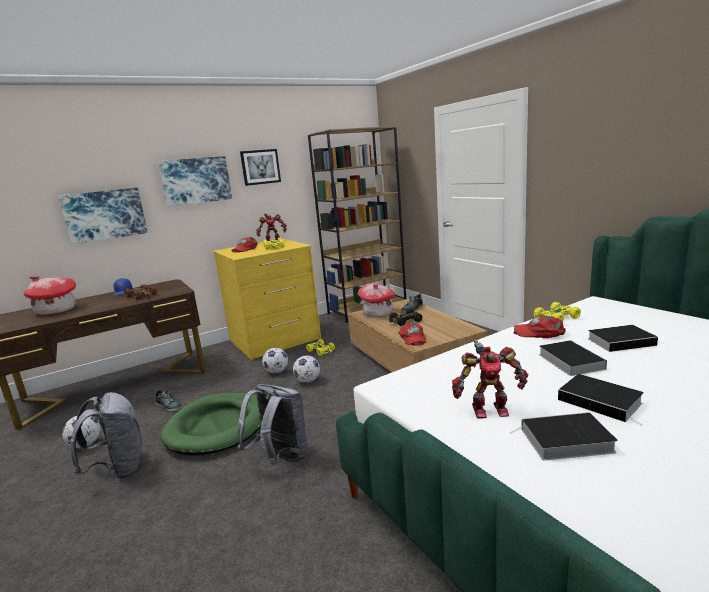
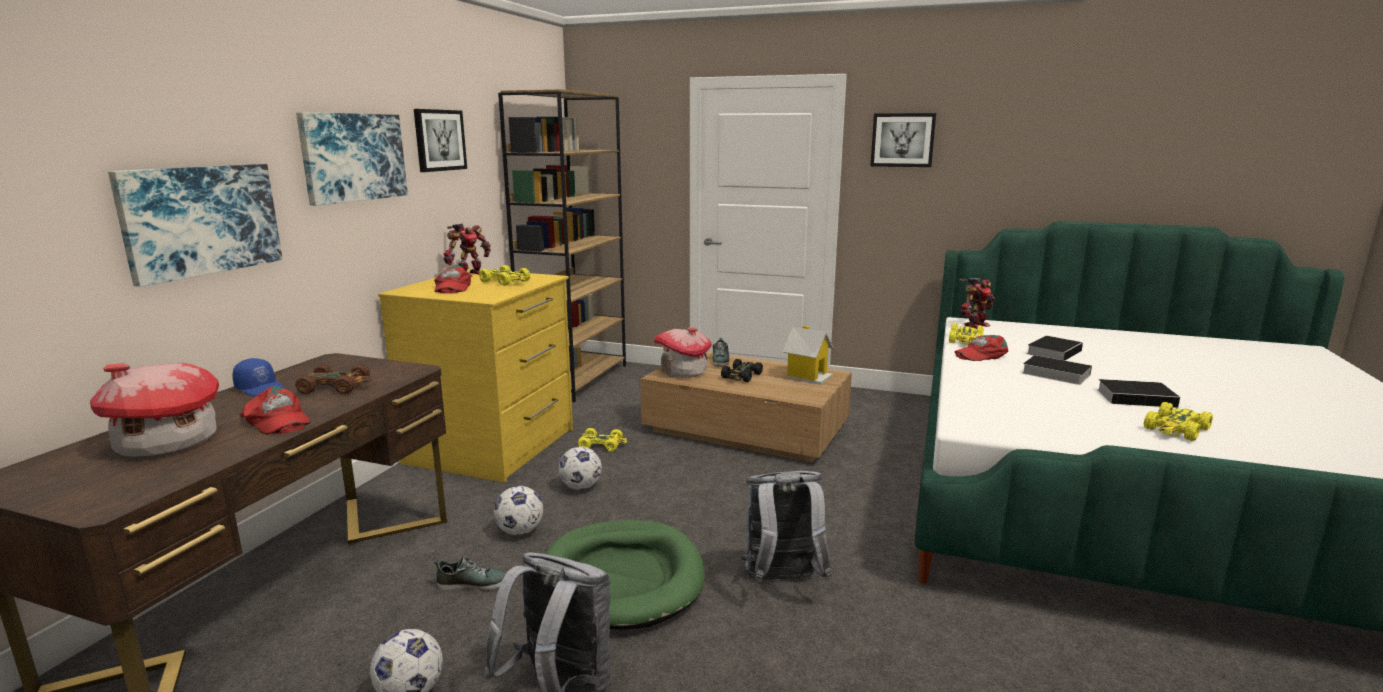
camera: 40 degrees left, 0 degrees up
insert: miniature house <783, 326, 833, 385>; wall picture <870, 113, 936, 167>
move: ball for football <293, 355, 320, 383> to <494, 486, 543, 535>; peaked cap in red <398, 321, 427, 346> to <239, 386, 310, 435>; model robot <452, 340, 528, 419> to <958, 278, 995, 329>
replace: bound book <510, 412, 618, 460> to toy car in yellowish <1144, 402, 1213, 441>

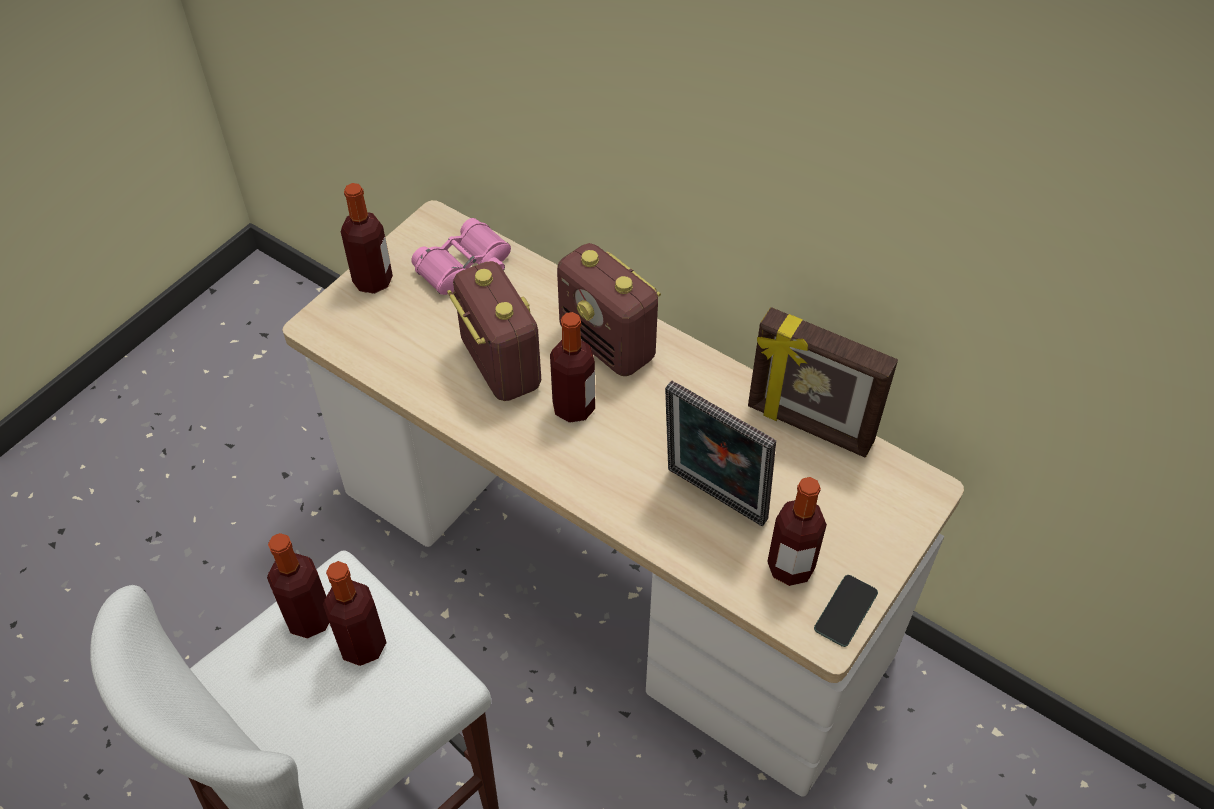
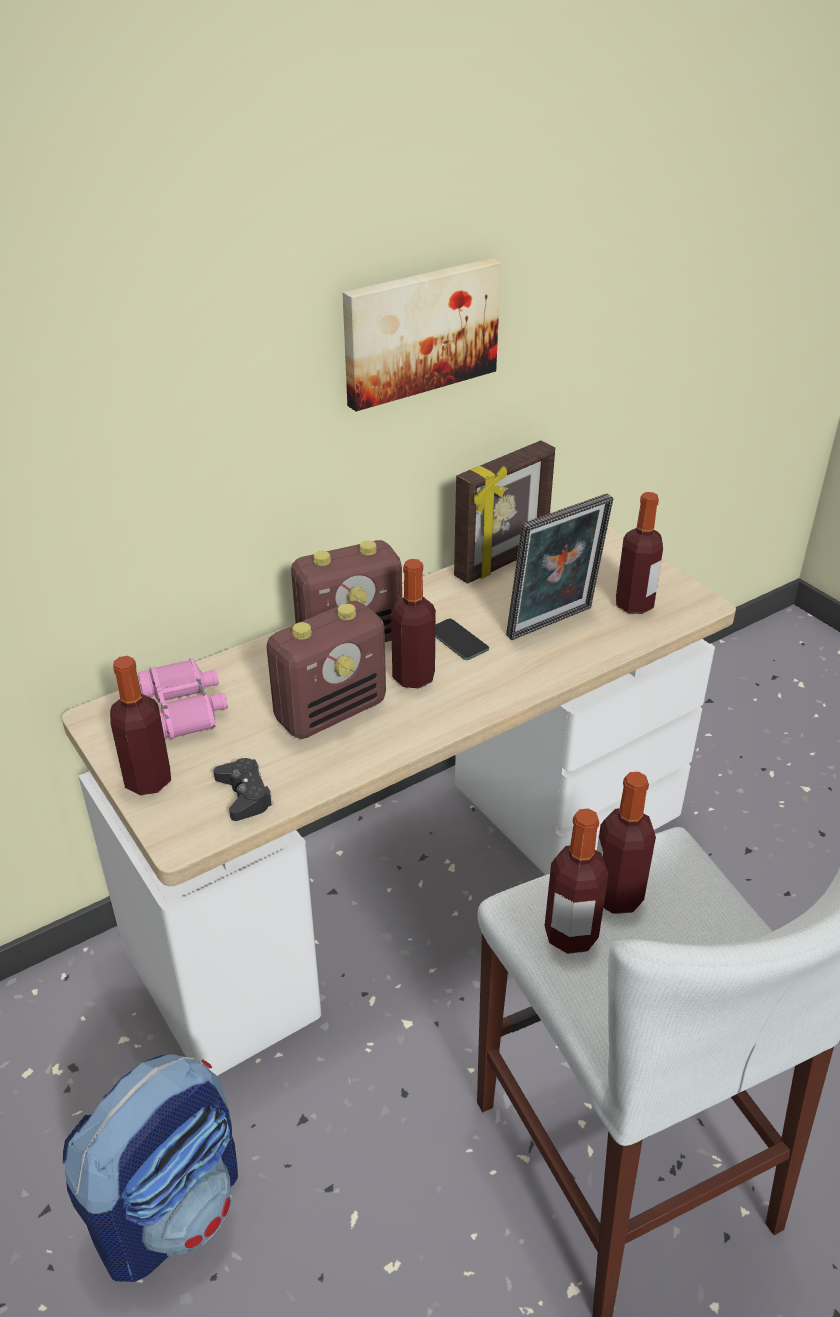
camera: 70 degrees left, 15 degrees down
insert: rucksack <63, 1054, 238, 1282>; game controller in black-coloured <213, 758, 274, 821>; wall picture <343, 258, 501, 411>
move: telephone <814, 575, 878, 647> to <436, 619, 489, 660>
rotate: radio set <447, 261, 541, 401> = <266, 601, 386, 739> 150 degrees clockwise

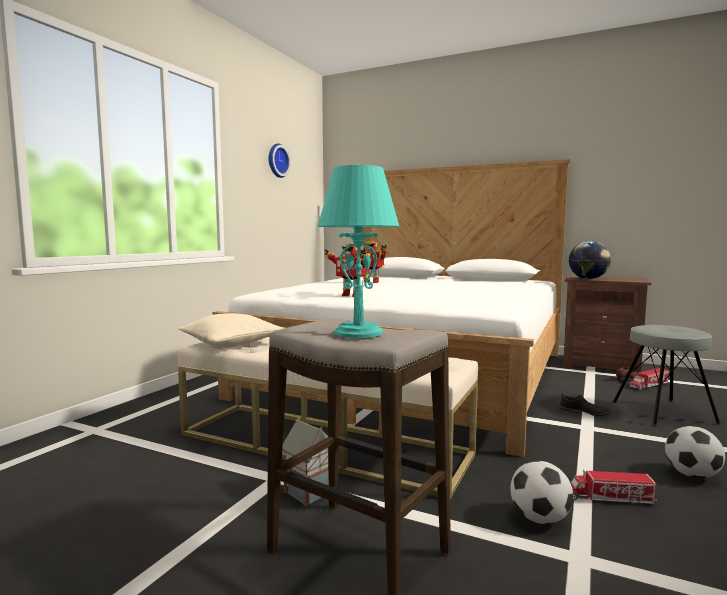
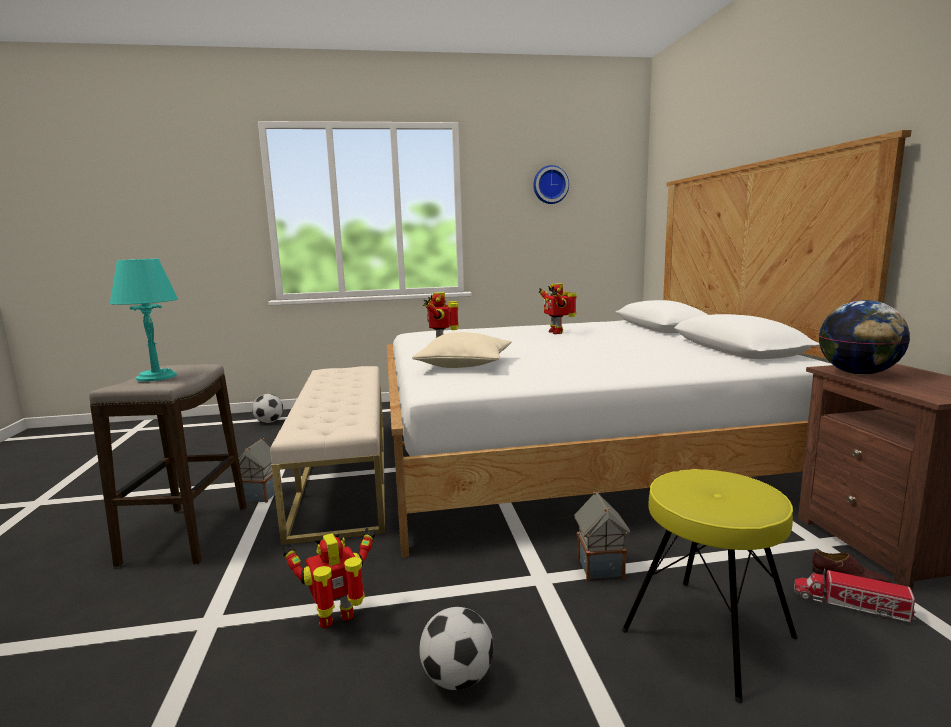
camera: 55 degrees right, 5 degrees up
move: throw pillow in beige <178, 313, 284, 347> to <412, 332, 512, 368>; ball for football <511, 461, 573, 524> to <252, 394, 283, 423>
replace: item of footwear in black-coloured <559, 393, 611, 416> to miniature house <574, 491, 630, 581>; toy lorry <570, 470, 657, 504> to model robot <283, 528, 375, 628>
recolor: stool in gray <613, 325, 721, 427> to stool in yellowish <622, 469, 798, 703>

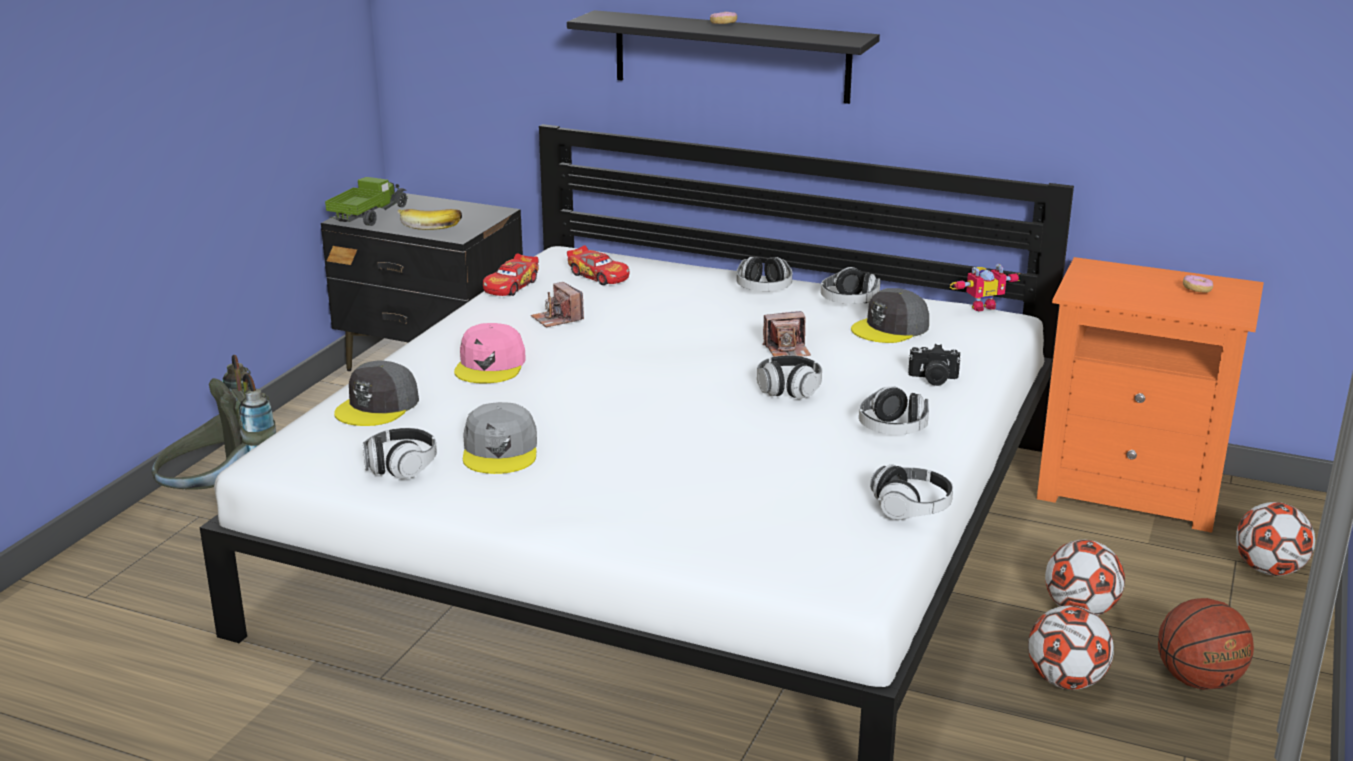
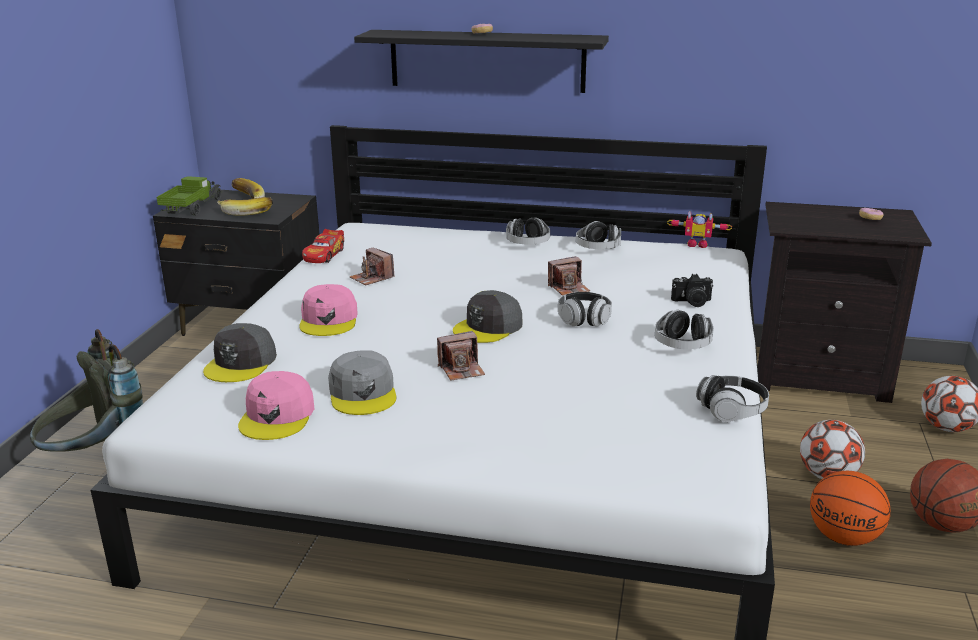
camera: 10 degrees left, 0 degrees up
delete: toy car <567, 245, 629, 285>
insert: whole banana <232, 178, 265, 199>; still camera <437, 331, 485, 381>
move: peaked cap in gray <851, 288, 929, 343> to <453, 290, 523, 343>
replace: headset <363, 428, 437, 479> to peaked cap in pink-coloured <238, 371, 314, 440>; ball for football <1028, 605, 1114, 690> to basketball ball <810, 471, 891, 546>
recolor: night table in orangey <1037, 257, 1264, 533> to night table in black-coloured <758, 202, 932, 403>
rotate: model robot <950, 264, 1020, 311> = <667, 211, 732, 248> 45 degrees clockwise

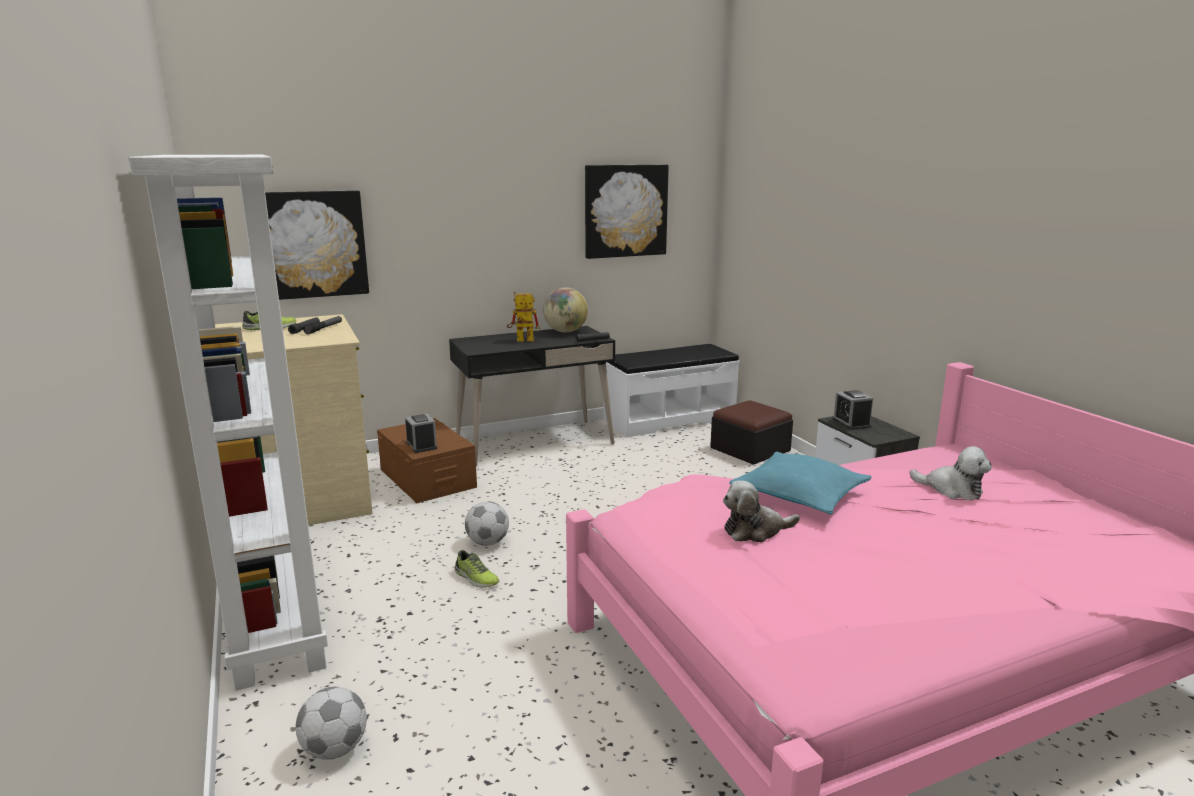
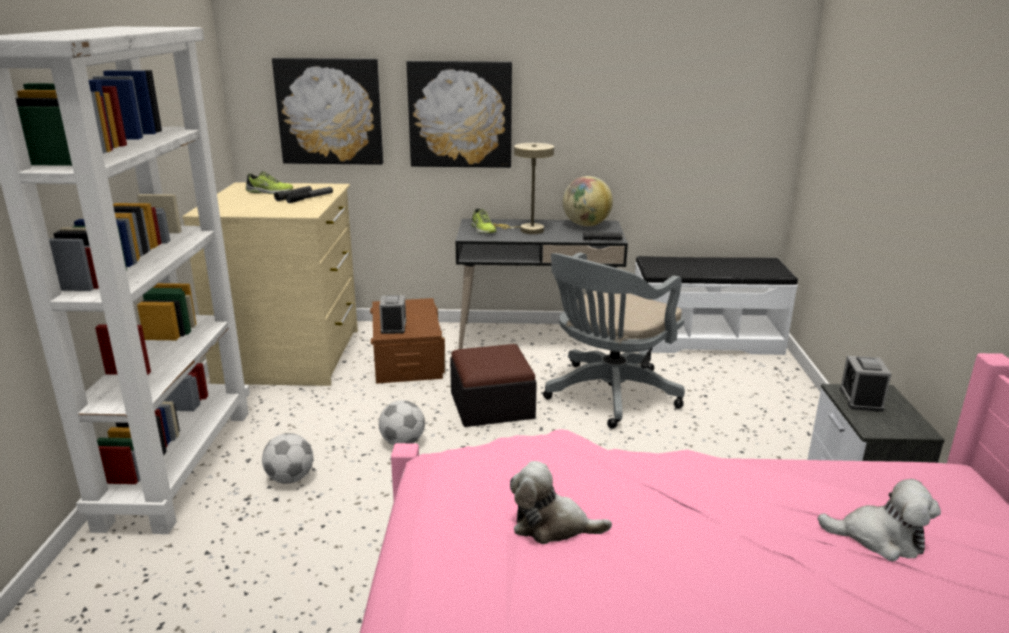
camera: 25 degrees right, 5 degrees up
delete: throw pillow in blue-green <729, 452, 872, 514>
insert: desk chair in gray <543, 252, 685, 429>
move: ball for football <296, 686, 367, 760> to <262, 433, 313, 484>; item of footwear <455, 550, 499, 588> to <471, 208, 497, 233>; wall picture <585, 165, 669, 259> to <407, 61, 512, 168>; footrest <710, 400, 793, 465> to <450, 344, 537, 427>
replace: model robot <507, 291, 540, 342> to table lamp in beige <493, 143, 554, 234>
rotate: cuddly toy <910, 446, 992, 500> = <818, 479, 941, 562> 45 degrees counterclockwise

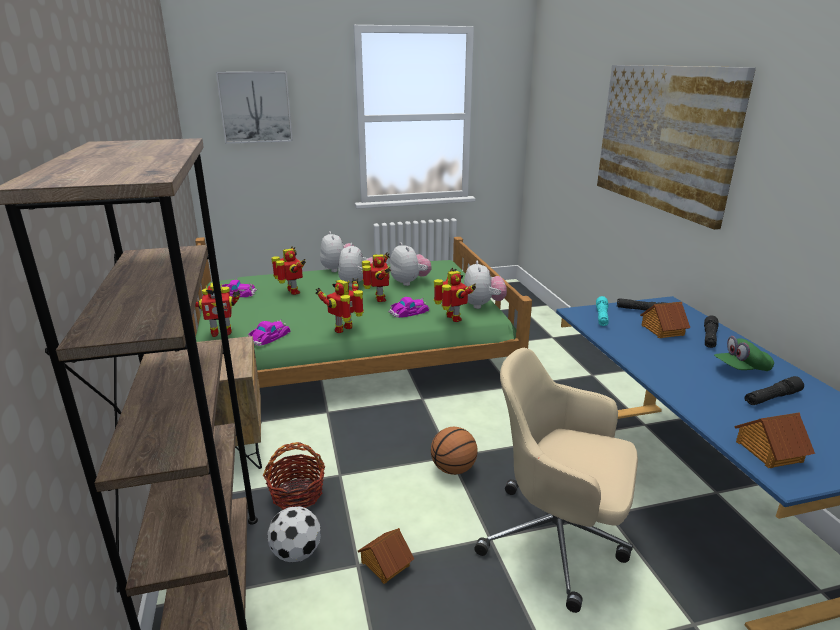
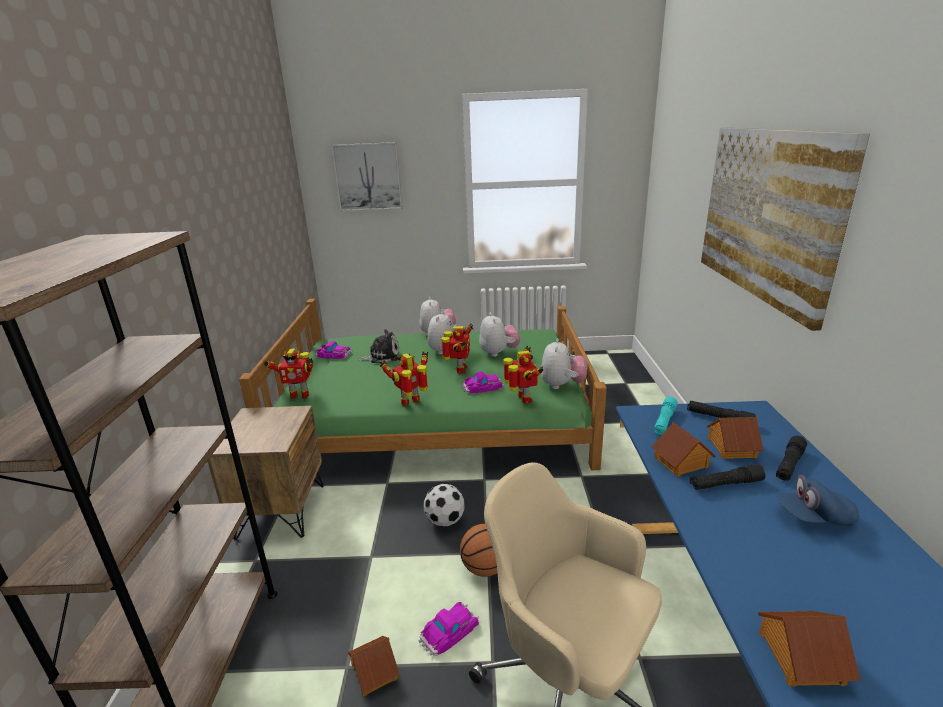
camera: 15 degrees right, 0 degrees up
delete: household basket <263, 442, 325, 510>
insert: miniature house <651, 422, 716, 477>
move: toy car <248, 319, 290, 346> to <419, 602, 479, 656>; ball for football <267, 506, 321, 562> to <423, 484, 464, 526>; hand torch in black-coloured <744, 376, 804, 405> to <690, 464, 766, 490>
replace: model robot <272, 246, 306, 295> to cuddly toy <358, 329, 399, 363>
recolor: peaked cap in greenish <714, 336, 774, 371> to peaked cap in blue <777, 475, 859, 526>

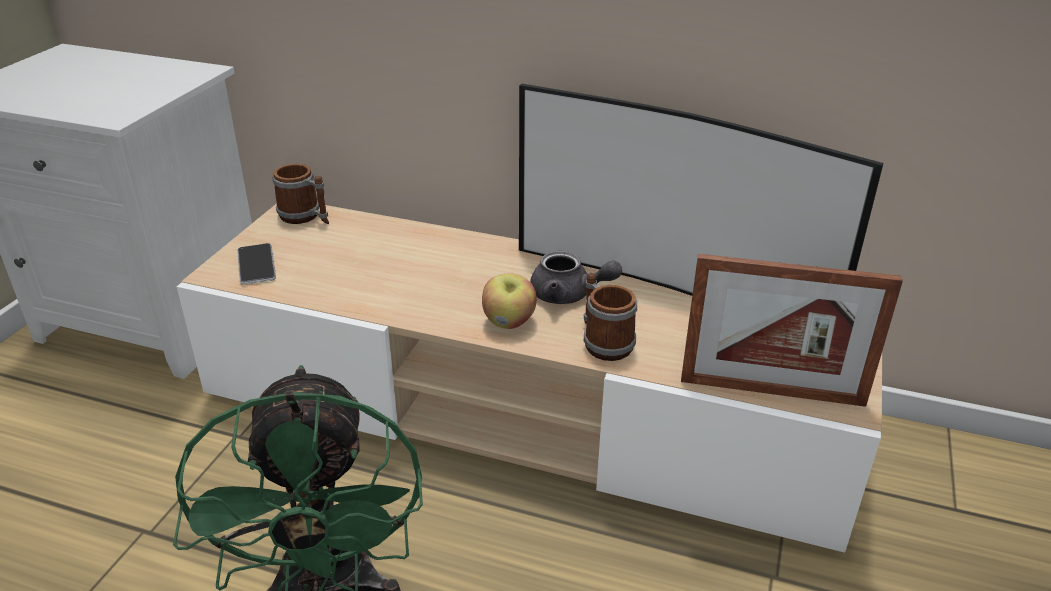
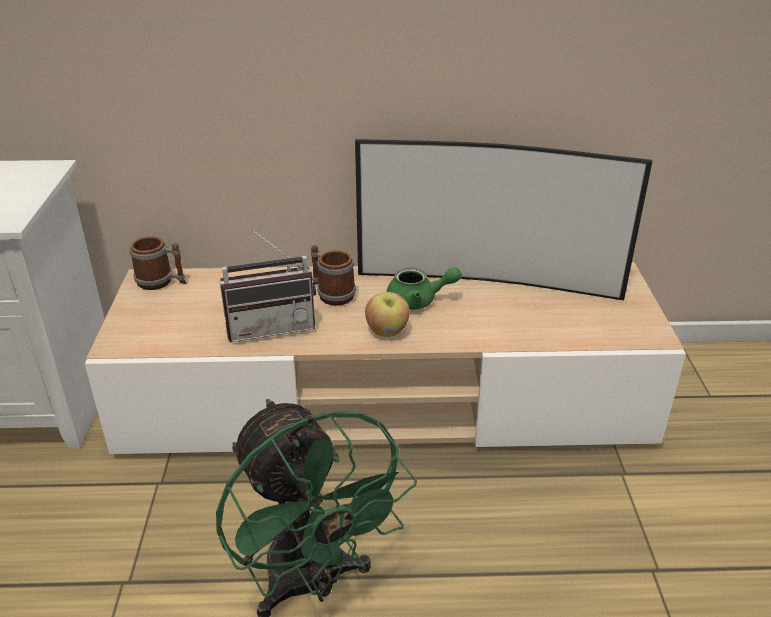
camera: 20 degrees left, 0 degrees up
delete: telephone <237, 243, 276, 285>; picture frame <681, 254, 903, 407>
insert: radio set <220, 227, 316, 342>
move: mug <584, 273, 637, 361> to <311, 245, 356, 306>
recolor: pot for tea in gray <530, 251, 622, 304> to pot for tea in greenish <386, 267, 462, 310>

